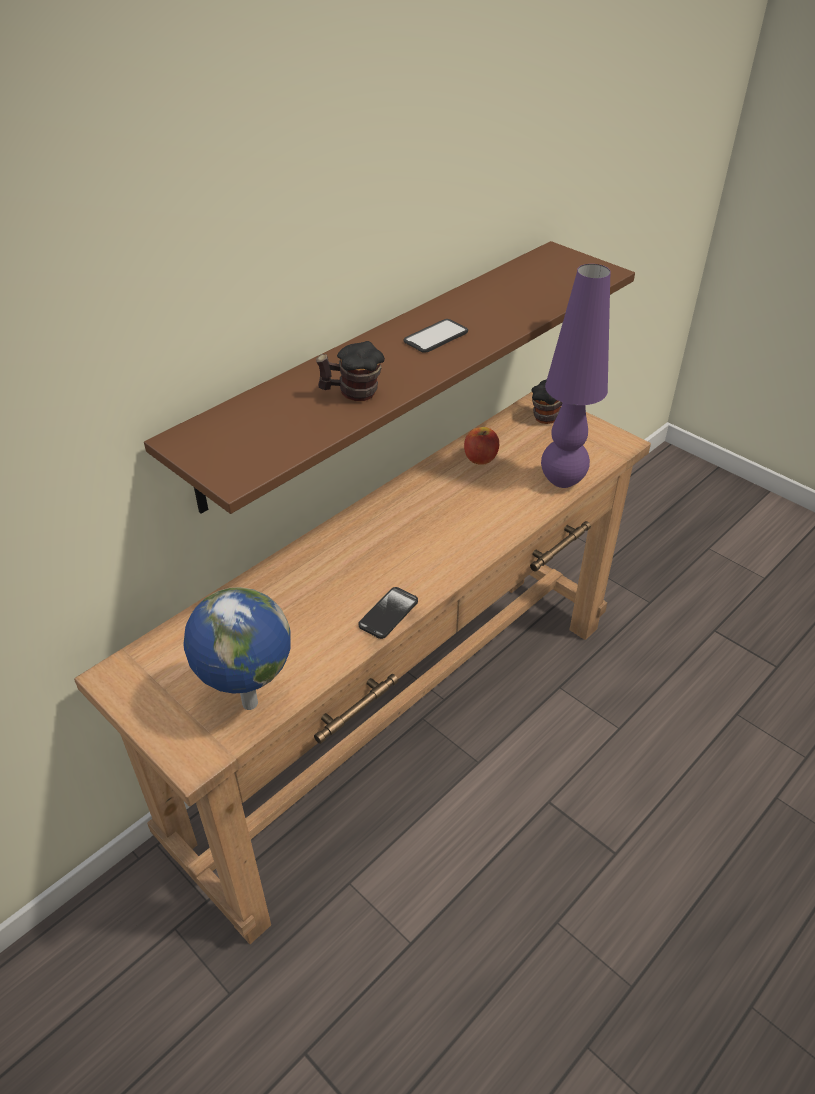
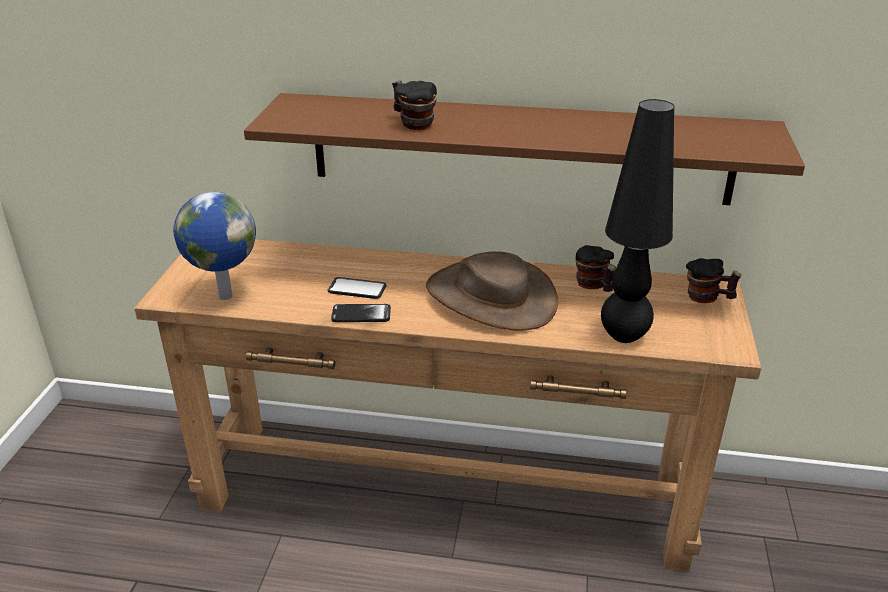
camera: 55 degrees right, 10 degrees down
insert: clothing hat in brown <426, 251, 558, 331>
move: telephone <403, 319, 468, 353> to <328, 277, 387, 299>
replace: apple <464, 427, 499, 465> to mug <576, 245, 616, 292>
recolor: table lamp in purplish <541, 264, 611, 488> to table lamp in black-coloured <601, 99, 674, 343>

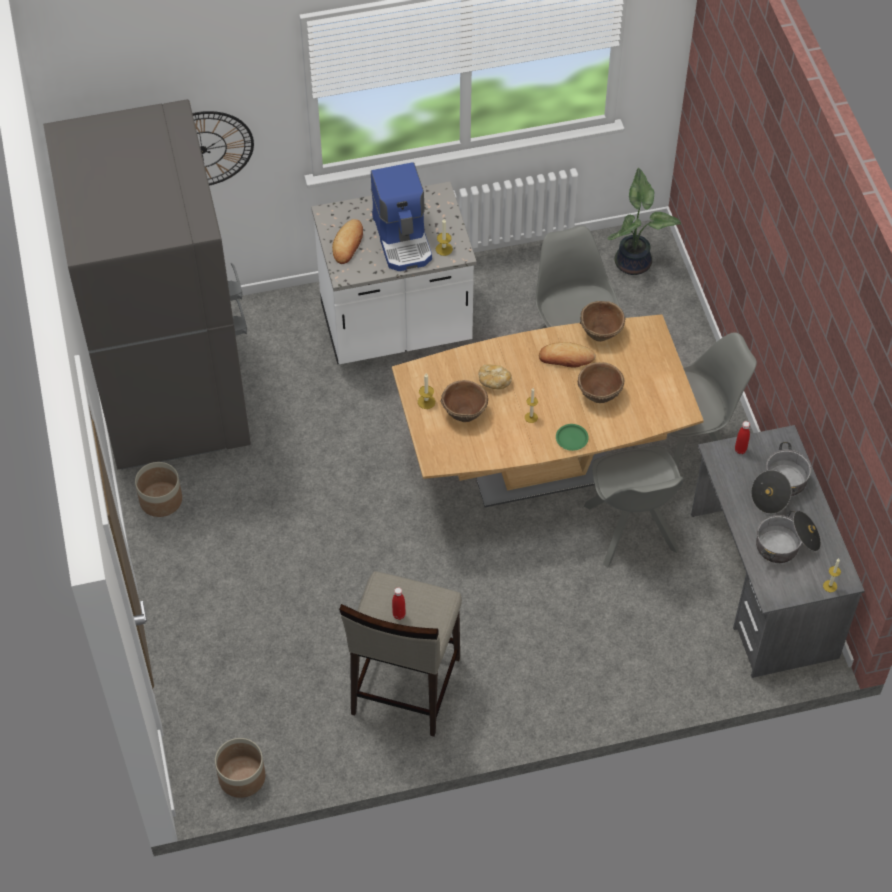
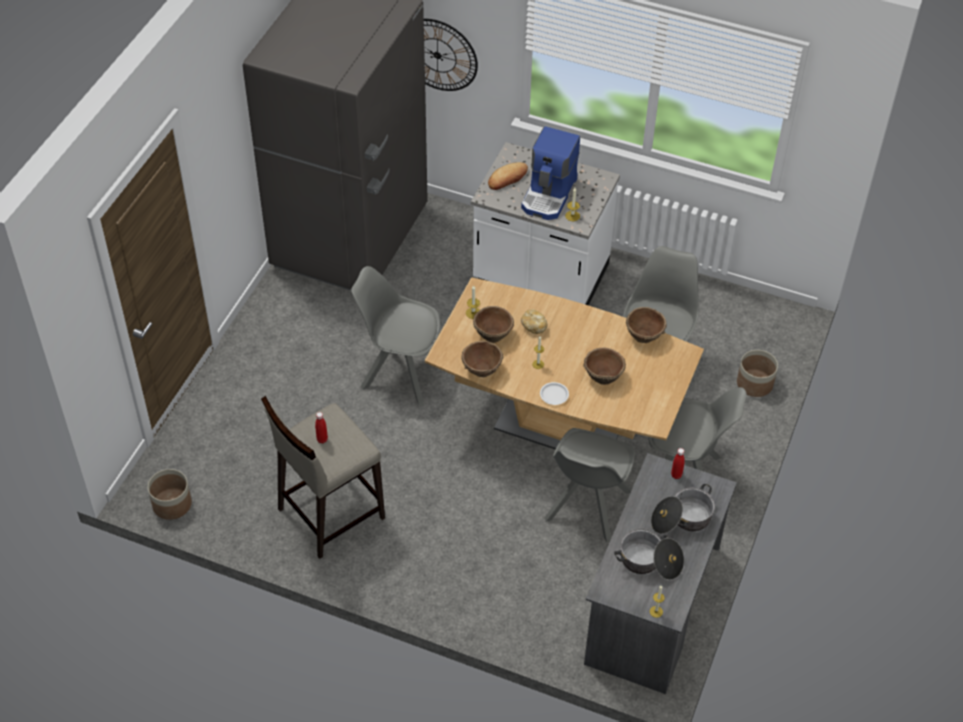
camera: 35 degrees right, 5 degrees down
delete: baked bread <539, 342, 596, 367>; plant in a pot <607, 168, 681, 275>
insert: chair in gray <351, 266, 441, 405>; bowl in brown <461, 341, 503, 377>
move: plant pot <135, 462, 182, 517> to <737, 350, 778, 397>
recolor: plate in greenish <556, 424, 589, 451> to plate in whitish <540, 382, 569, 405>

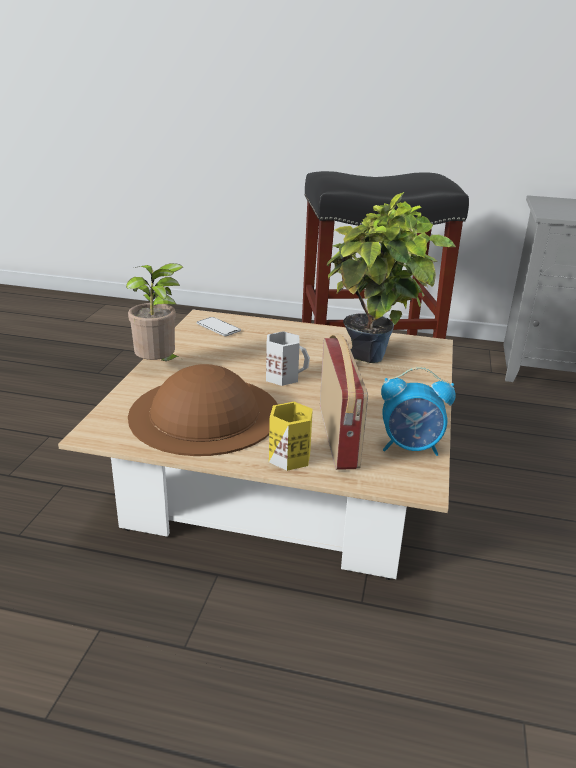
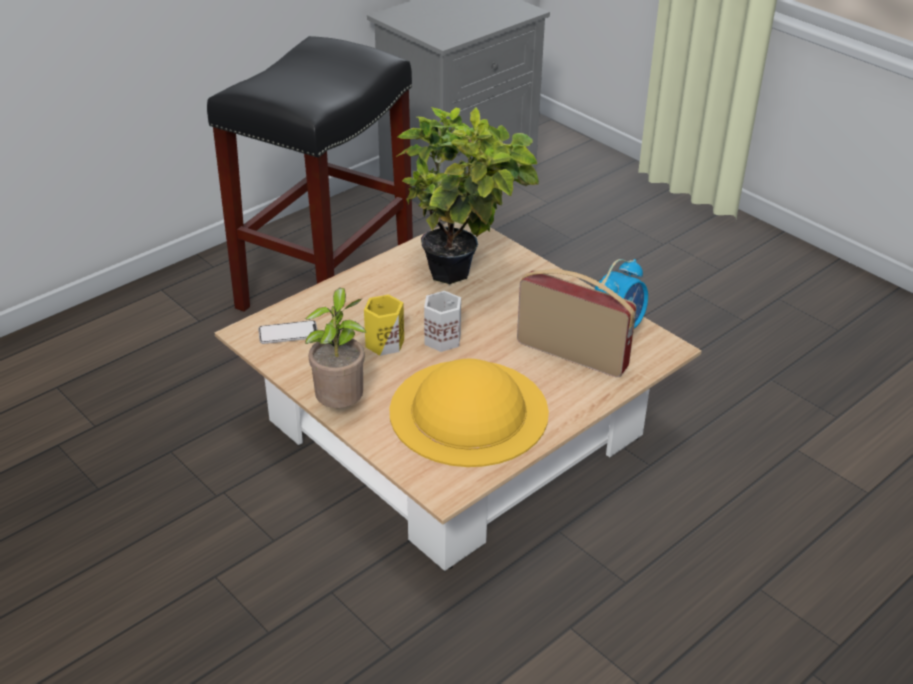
camera: 55 degrees left, 10 degrees up
move: mug in yellowish <269, 402, 313, 471> to <364, 295, 404, 356>
recolor: clothing hat in brown <128, 364, 278, 456> to clothing hat in yellowish <390, 358, 549, 467>

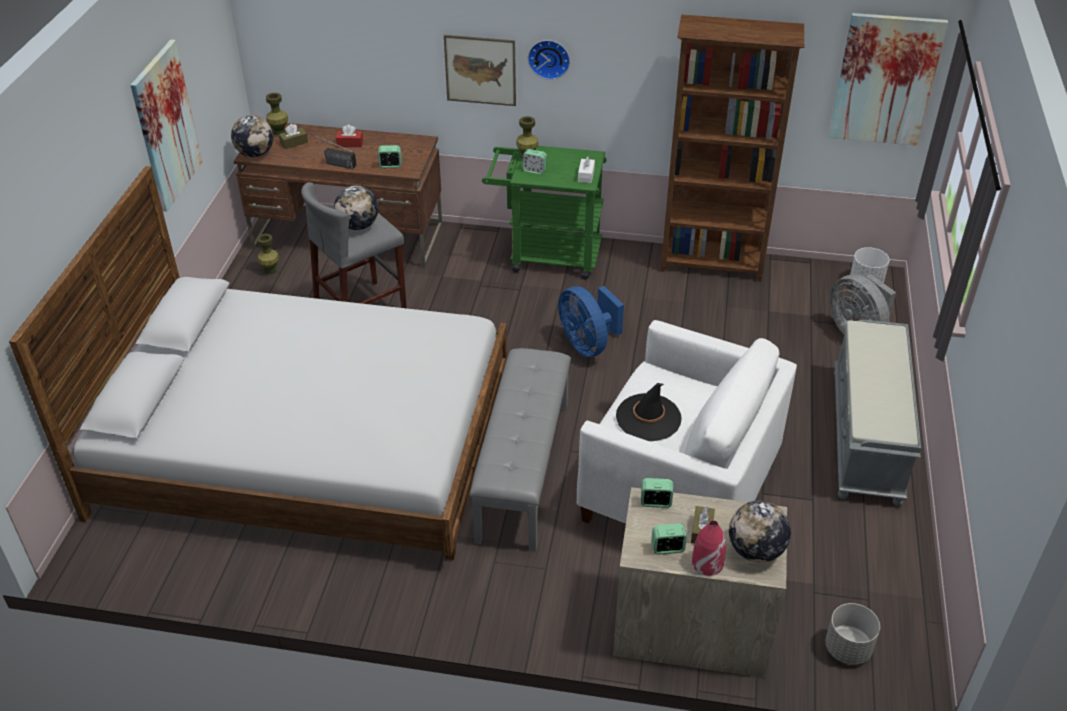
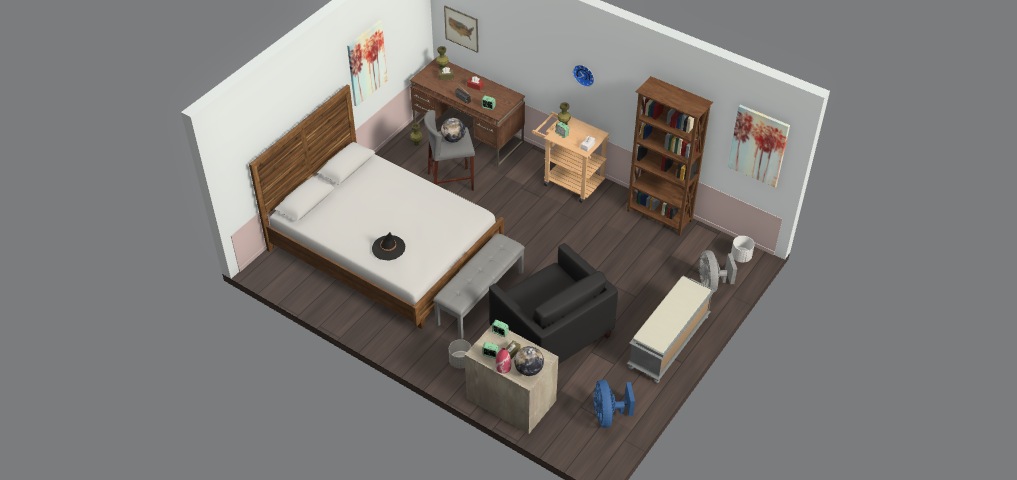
camera: 25 degrees right, 5 degrees up
delete: globe <231, 115, 273, 157>
move: wall picture <444, 35, 516, 106> to <444, 6, 479, 53>; cooling fan in blue <558, 286, 624, 357> to <593, 380, 635, 428>; clothing hat in black-coloured <616, 383, 682, 441> to <372, 232, 405, 260>; plant pot in gray <825, 603, 880, 665> to <449, 339, 471, 369>
recolor: cart in greenish <482, 146, 607, 280> to cart in beige <532, 112, 610, 203>; armchair in whitish <577, 320, 797, 524> to armchair in black-coloured <489, 243, 618, 365>

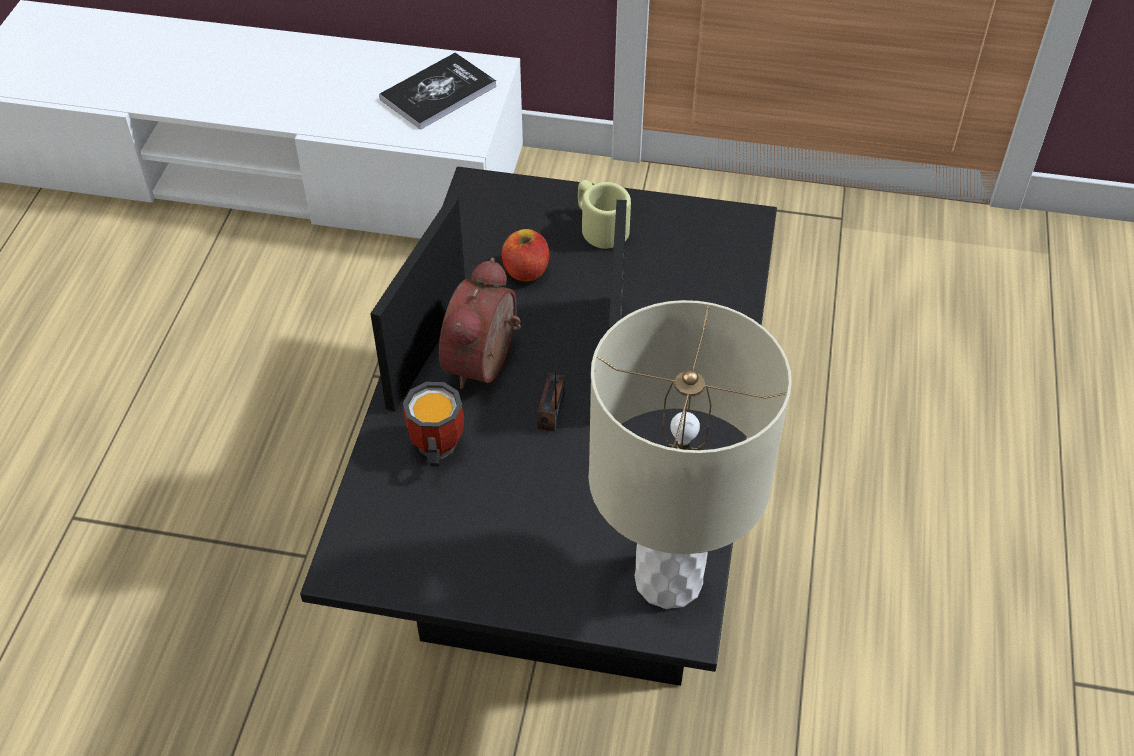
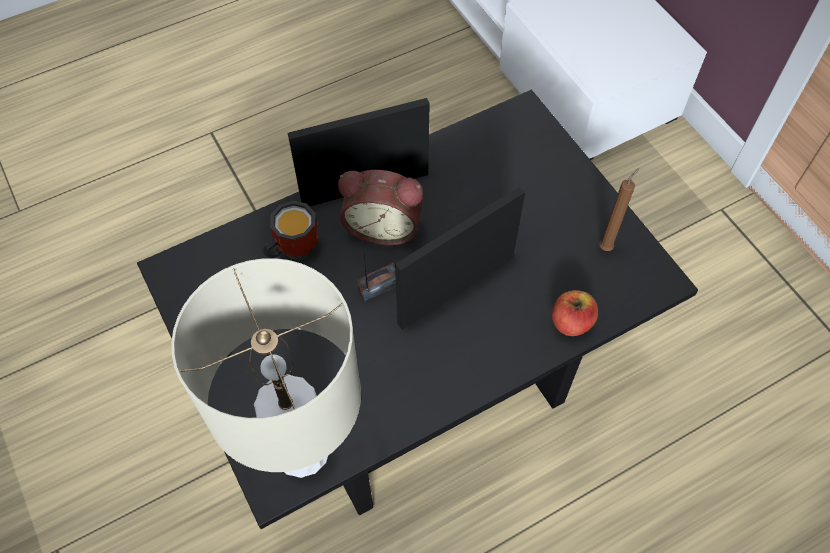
camera: 50 degrees right, 10 degrees up
delete: bound book <379, 53, 496, 130>; mug in beige <578, 180, 631, 249>
insert: candle in brown <599, 168, 639, 251>
move: apple <502, 229, 549, 281> to <552, 290, 598, 336>
rotate: table clock <439, 258, 521, 389> = <338, 170, 423, 246> 150 degrees counterclockwise

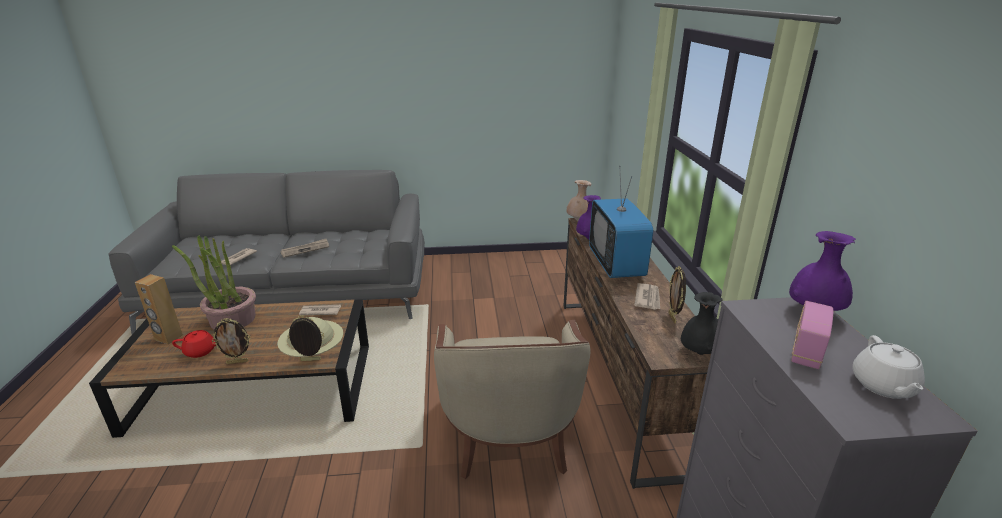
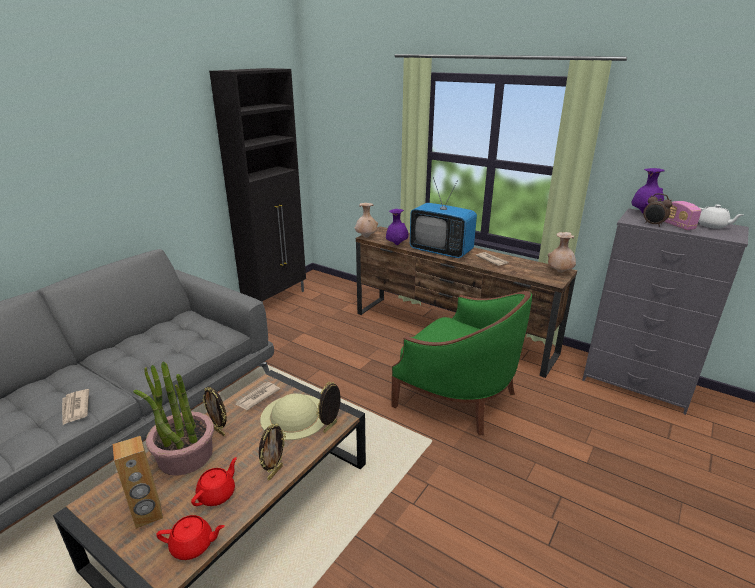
camera: 50 degrees left, 0 degrees up
delete: daily paper <280, 239, 329, 258>
insert: pot for tea in red <156, 515, 225, 560>; cabinet in black-coloured <209, 68, 306, 303>; table clock <643, 193, 672, 227>
move: picture frame <668, 266, 686, 324> to <202, 387, 227, 436>
recolor: armchair in beige <434, 320, 590, 479> to armchair in greenish <391, 291, 532, 435>; vase in black-coloured <681, 292, 723, 355> to vase in beige <548, 232, 576, 273>

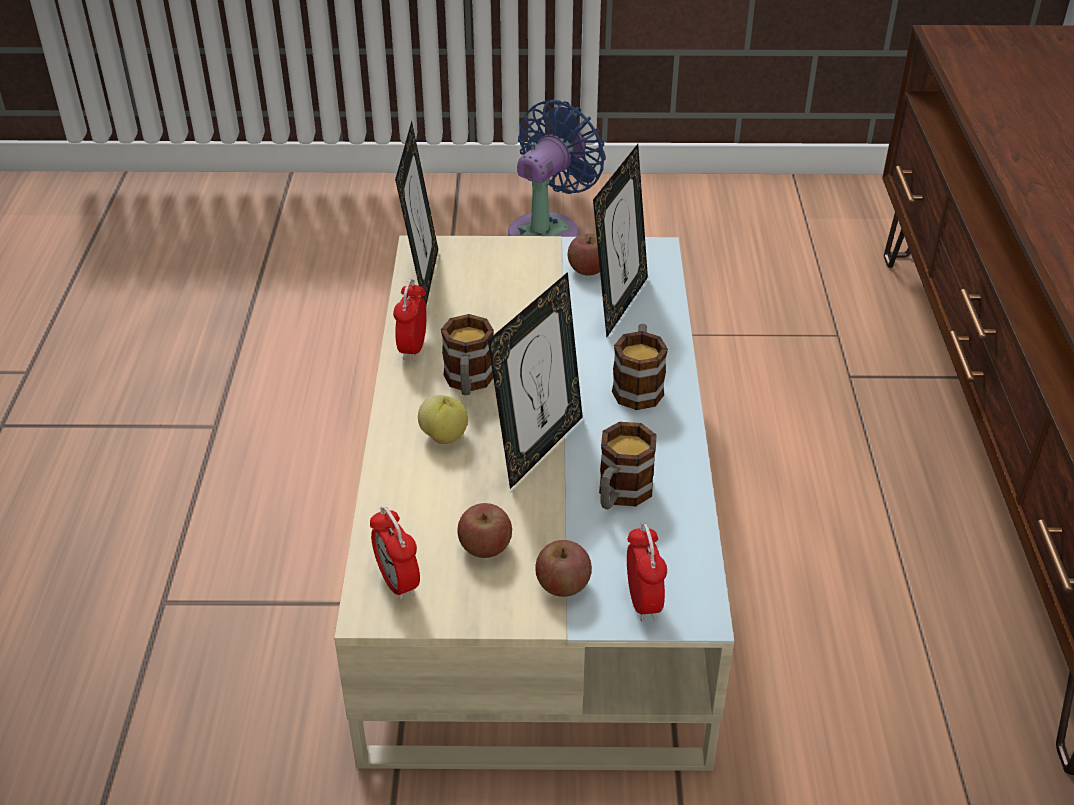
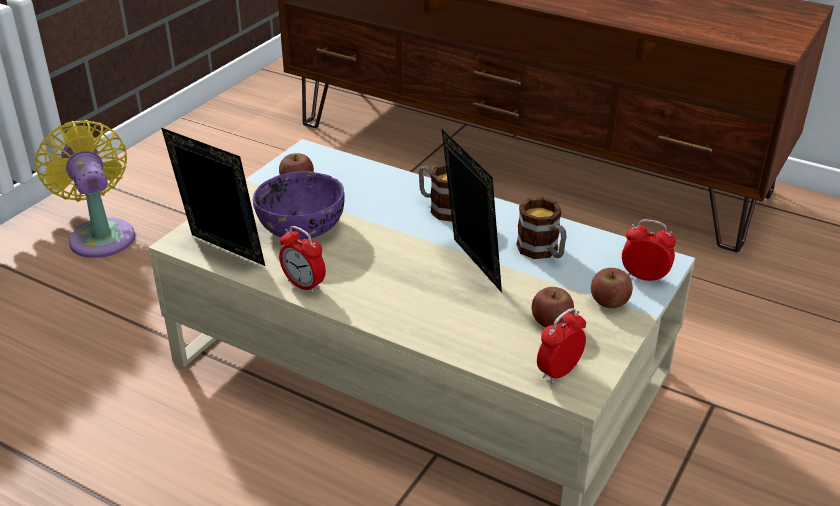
camera: 60 degrees left, 5 degrees down
delete: apple <418, 395, 468, 444>; mug <441, 314, 494, 395>; picture frame <593, 144, 648, 337>
insert: bowl in purplish <253, 171, 345, 240>
recolor: cooling fan in blue <508, 100, 606, 237> to cooling fan in yellowish <35, 120, 135, 258>
rotate: table clock <370, 507, 420, 600> = <537, 308, 586, 383> 135 degrees clockwise

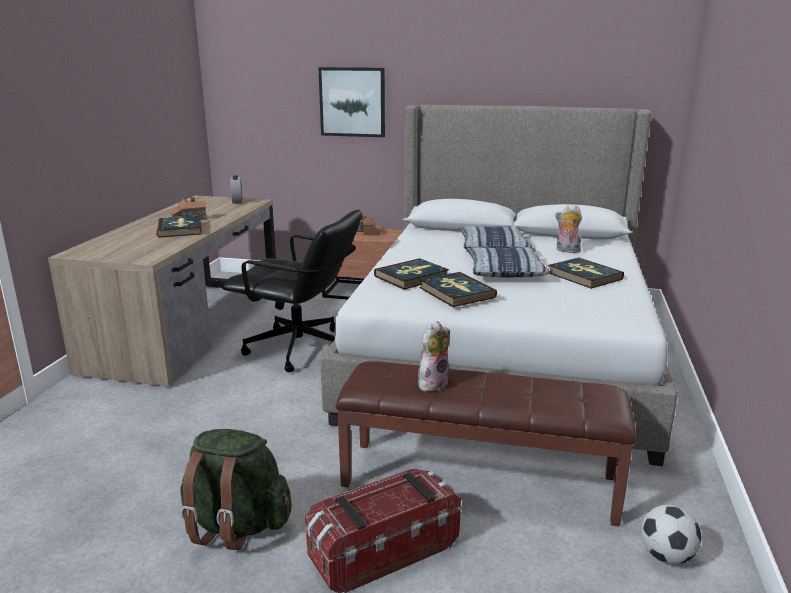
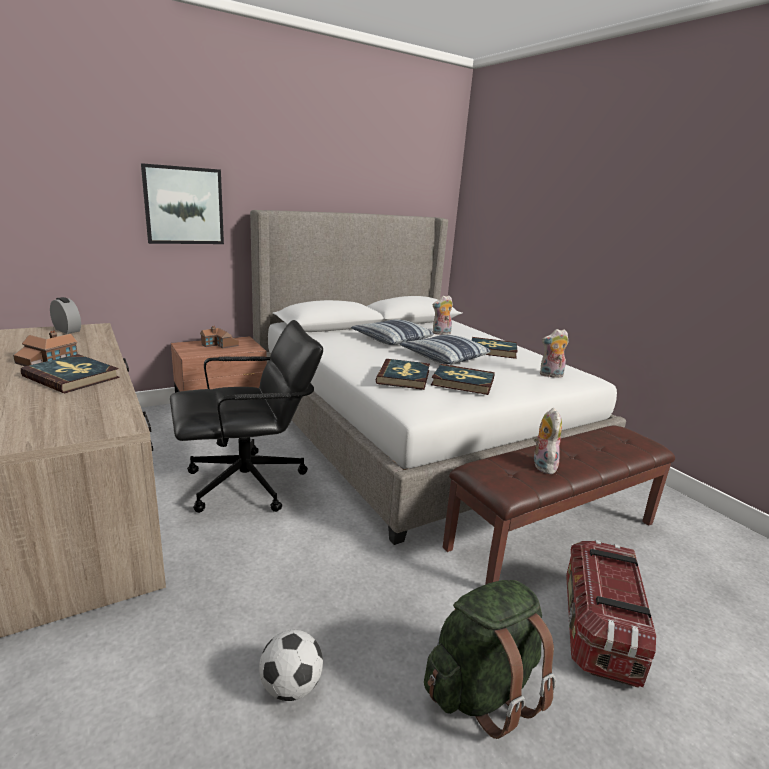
camera: 45 degrees left, 0 degrees up
insert: cuddly toy <540, 329, 569, 378>
move: ball for football <641, 505, 701, 564> to <259, 630, 323, 701>

